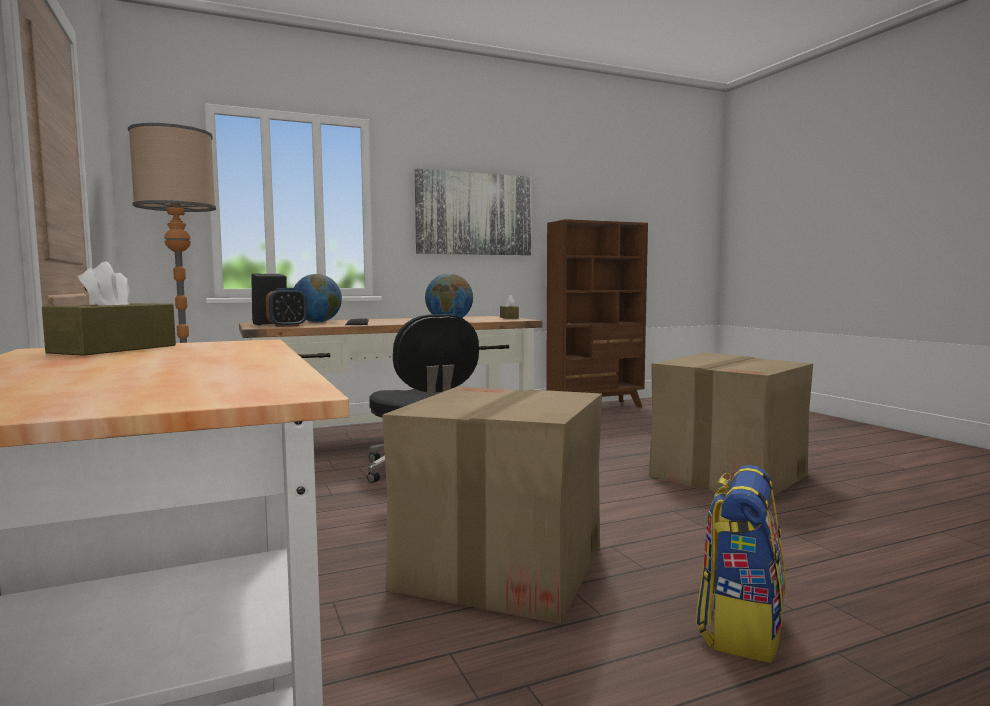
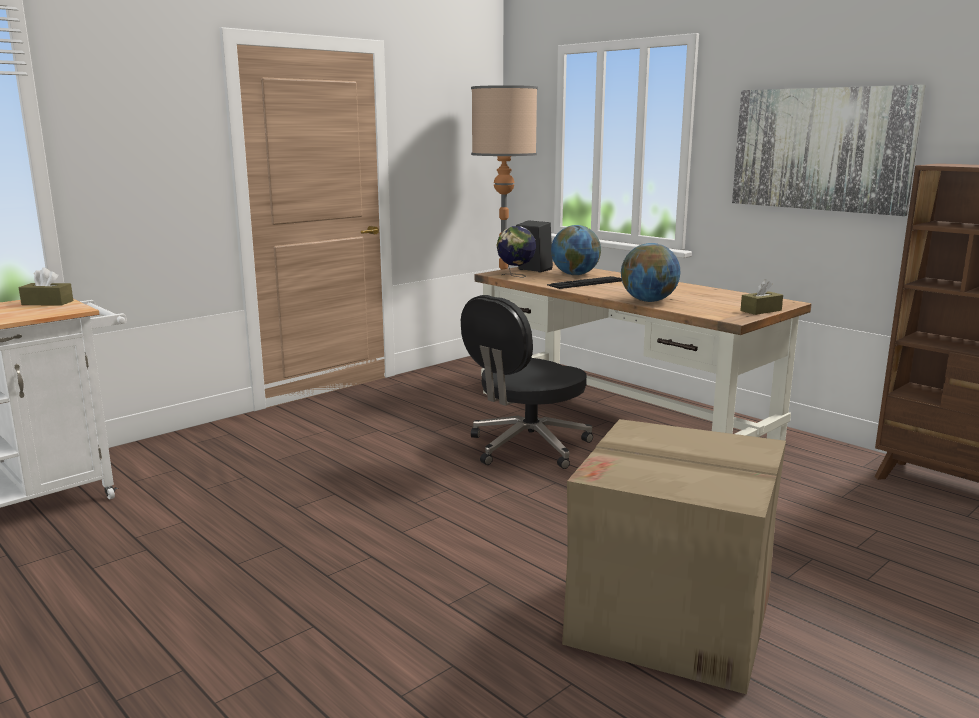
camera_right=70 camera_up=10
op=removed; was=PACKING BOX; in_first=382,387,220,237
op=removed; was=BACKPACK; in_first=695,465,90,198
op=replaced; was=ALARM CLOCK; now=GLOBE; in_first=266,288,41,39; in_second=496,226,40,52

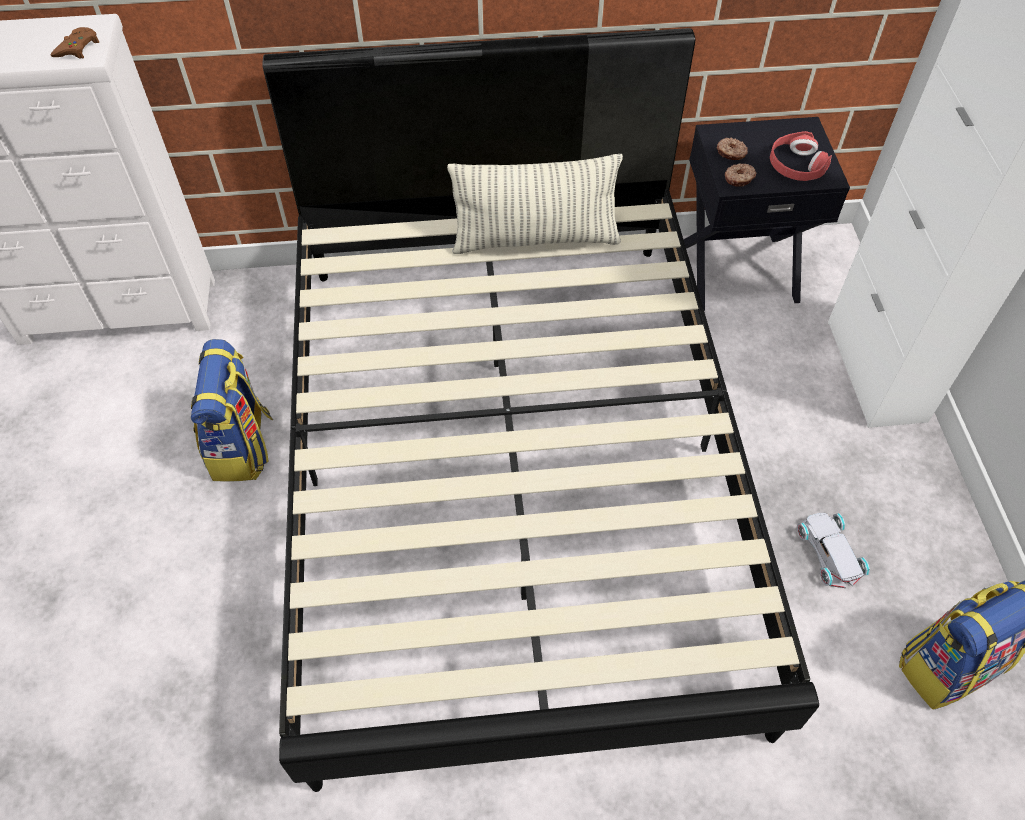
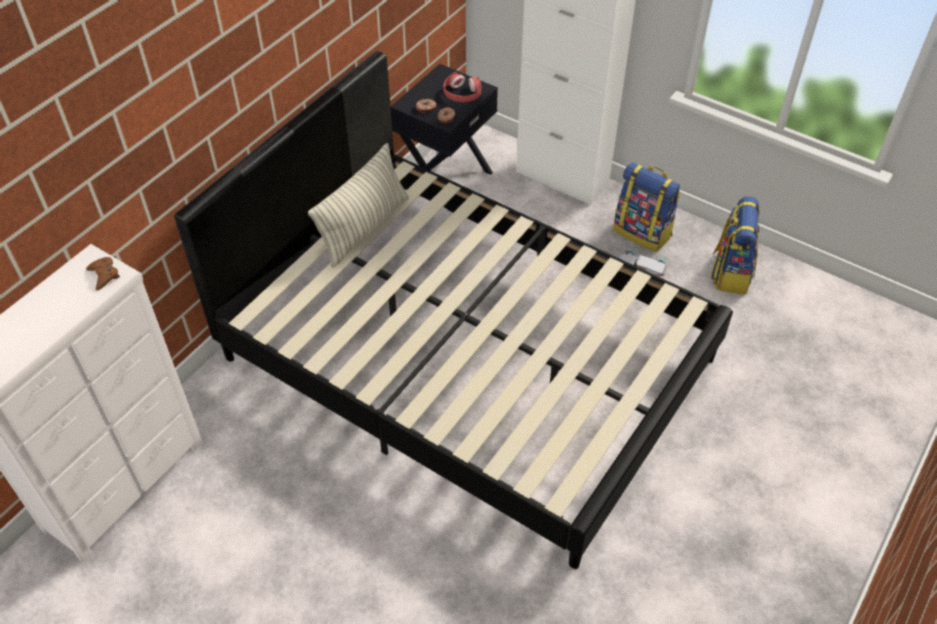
camera_right=-50 camera_up=-5
op=moved; was=BACKPACK; in_first=191,339,82,143; in_second=613,162,67,90

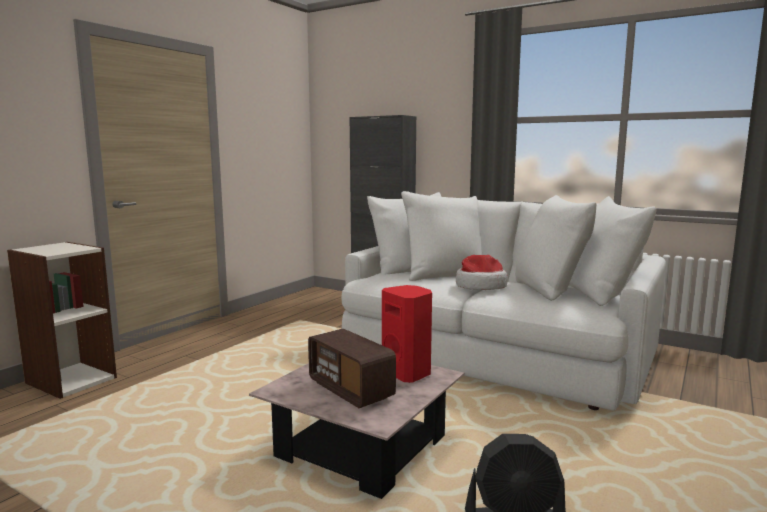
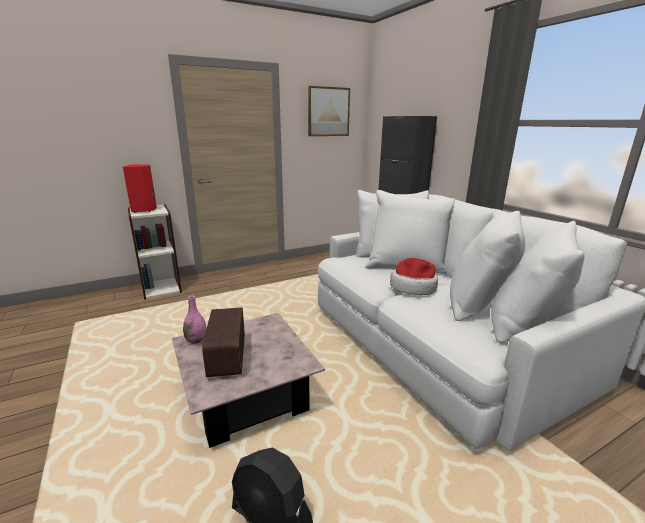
camera_right=30 camera_up=10
op=added; now=PINK DECORATIVE VASE; in_second=183,296,23,48
op=added; now=WALL ART; in_second=308,86,42,50
op=moved; was=REDDISH AUDIO SPEAKER; in_first=382,285,50,98; in_second=123,164,34,49

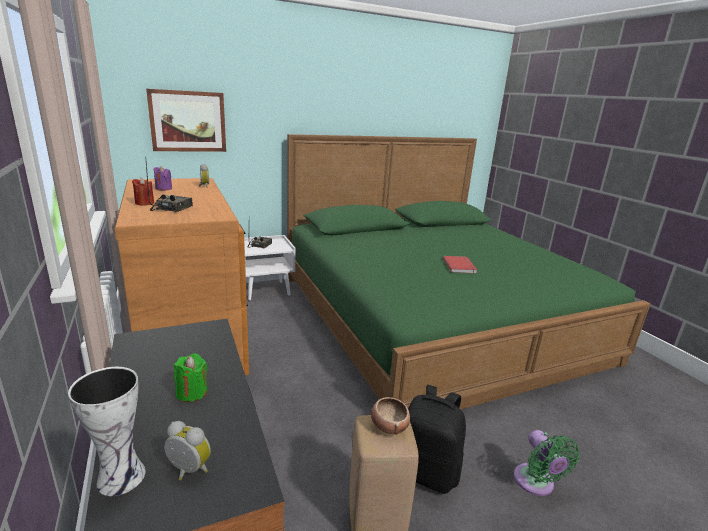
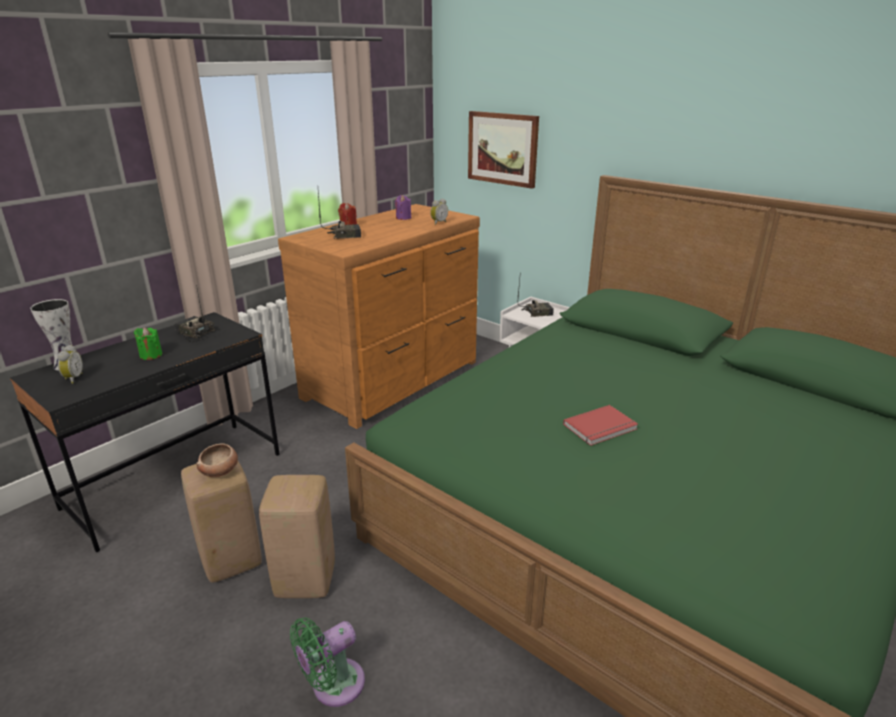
camera_right=65 camera_up=5
op=added; now=RADIO SET; in_second=175,285,40,57
op=replaced; was=BLACK BACKPACK; now=SAND-COLOURED STOOL; in_first=408,385,58,109; in_second=259,475,76,123

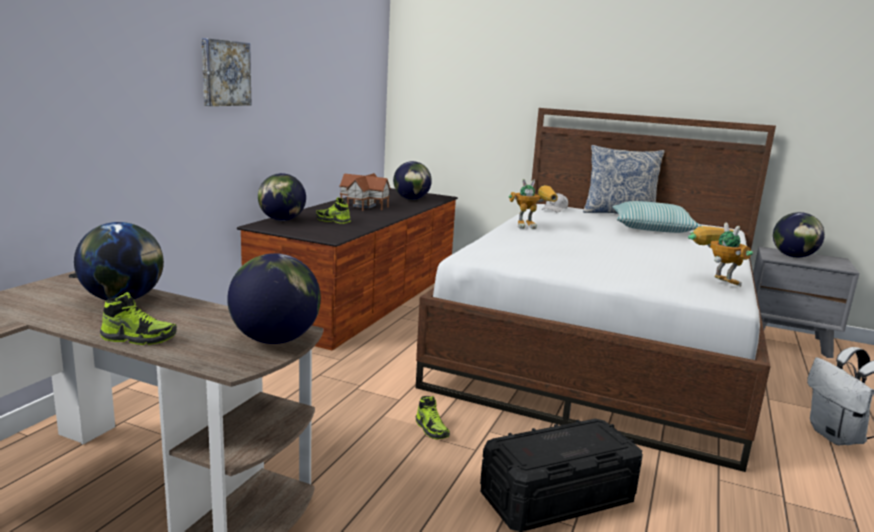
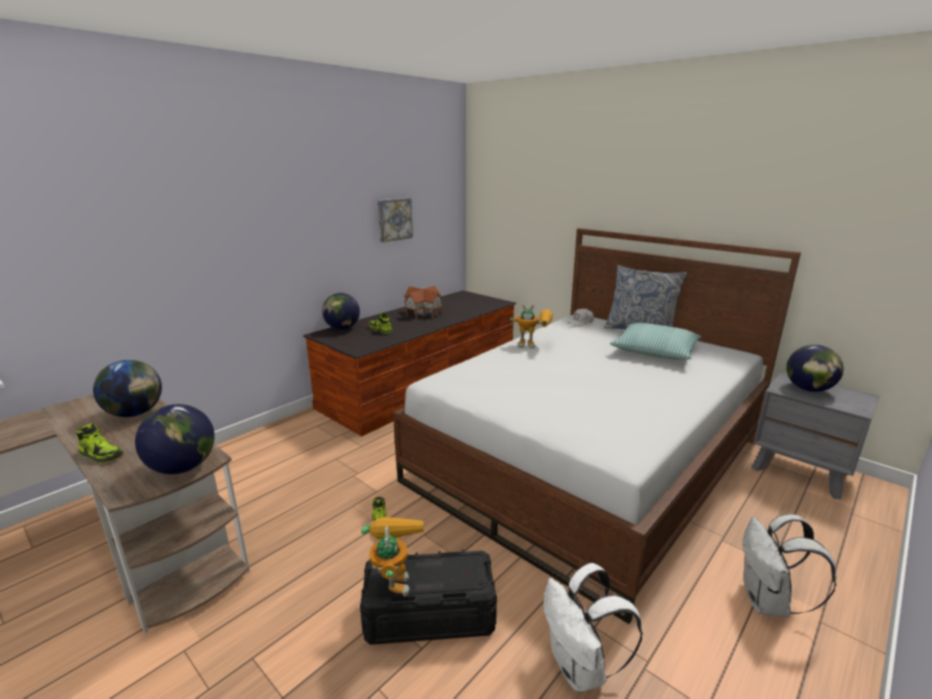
camera_right=20 camera_up=5
op=removed; was=GLOBE; in_first=393,161,39,39
op=added; now=WHITISH BACKPACK; in_second=543,563,100,129
op=moved; was=WALL ART; in_first=201,38,50,68; in_second=378,198,35,44
op=moved; was=MODEL ROBOT; in_first=688,223,65,64; in_second=361,517,63,79

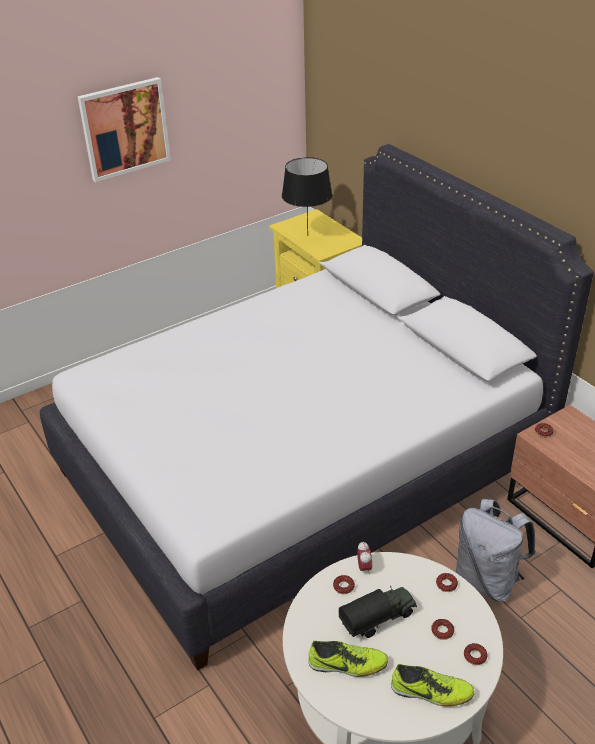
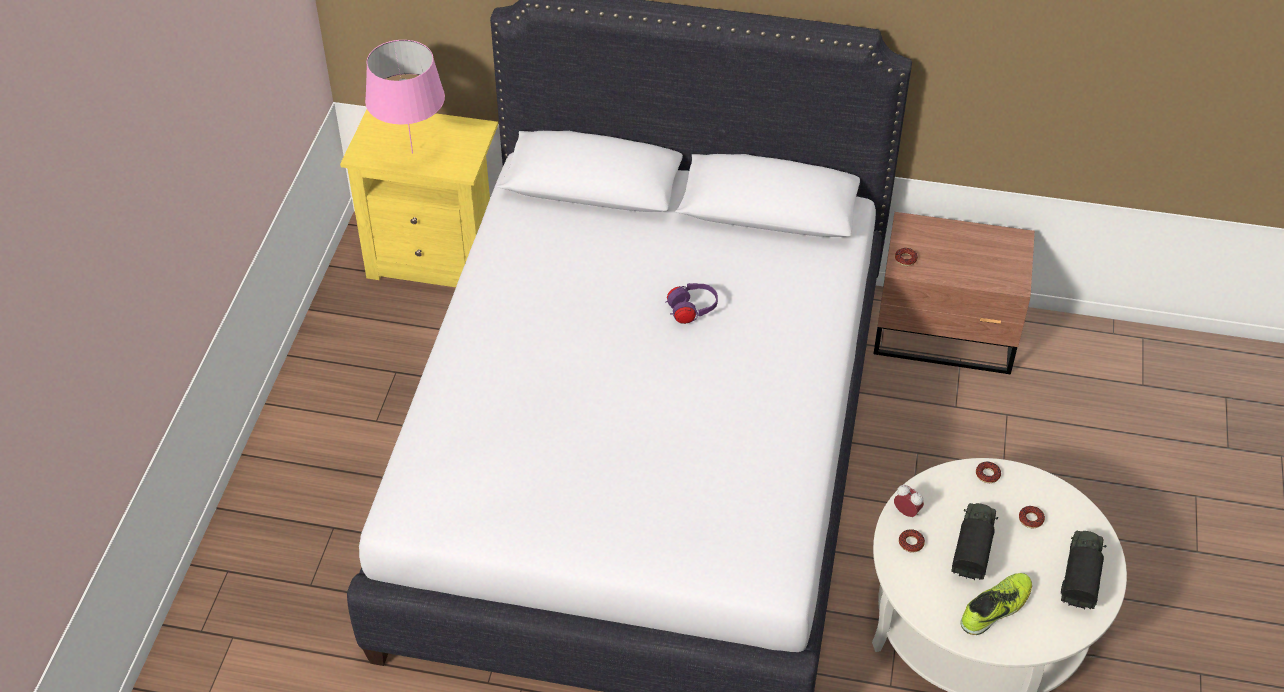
camera_right=-45 camera_up=10
op=removed; was=WALL ART; in_first=78,77,93,105
op=removed; was=GREYISH BACKPACK; in_first=456,499,79,103
op=removed; was=RING DOUGHNUT; in_first=464,643,23,22
op=added; now=PURPLISH PAIR OF HEADPHONES; in_second=665,283,53,41
op=replaced; was=LOW SHOE; now=TOY TRUCK; in_first=391,664,83,43; in_second=1061,531,46,79
op=recoloured; was=BLACK TABLE LAMP; now=PINK TABLE LAMP; in_first=282,157,50,78; in_second=365,40,80,114

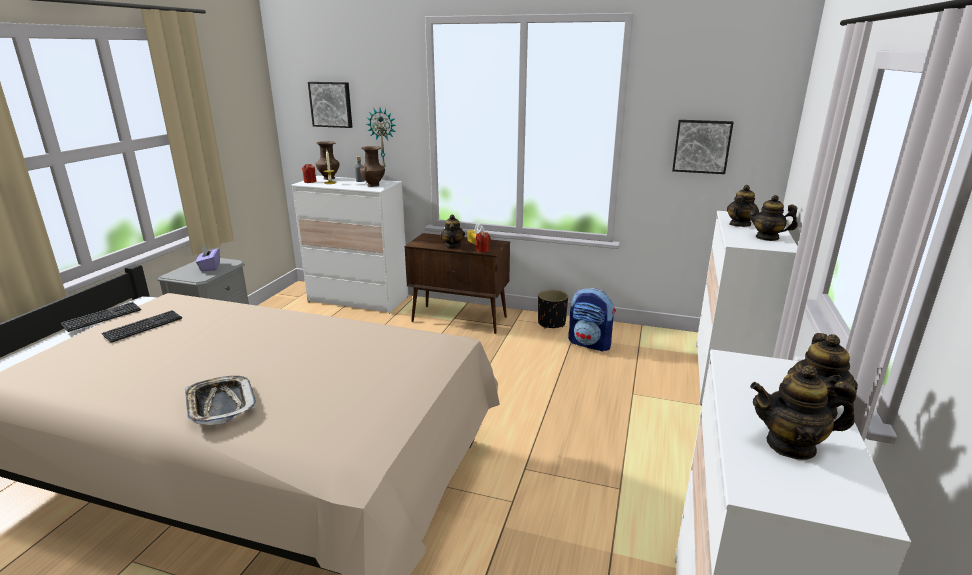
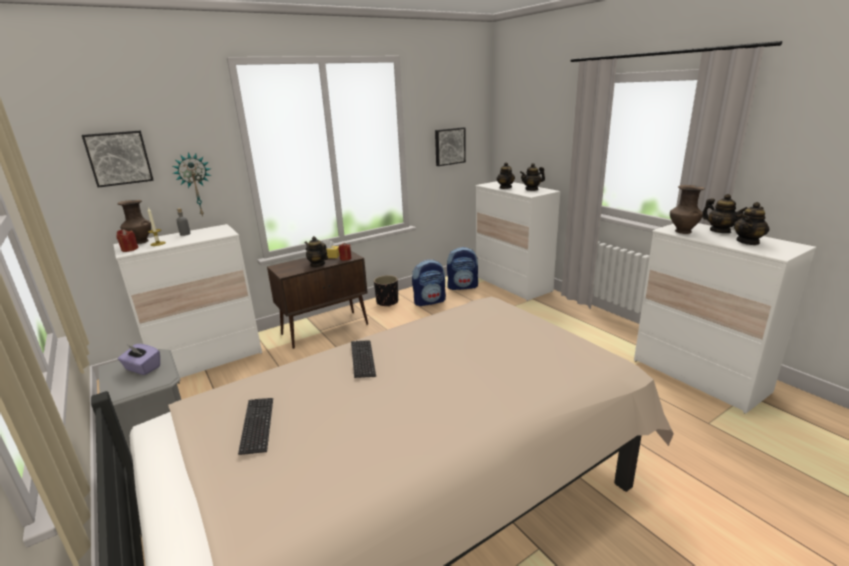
camera_right=-50 camera_up=0
op=removed; was=CARRYING TRAY; in_first=185,376,71,49
op=added; now=BACKPACK; in_second=447,247,31,43
op=moved; was=KEYBOARD; in_first=61,302,80,30; in_second=351,340,25,38
op=moved; was=BROWN DECORATIVE VASE; in_first=360,146,25,41; in_second=670,185,35,49

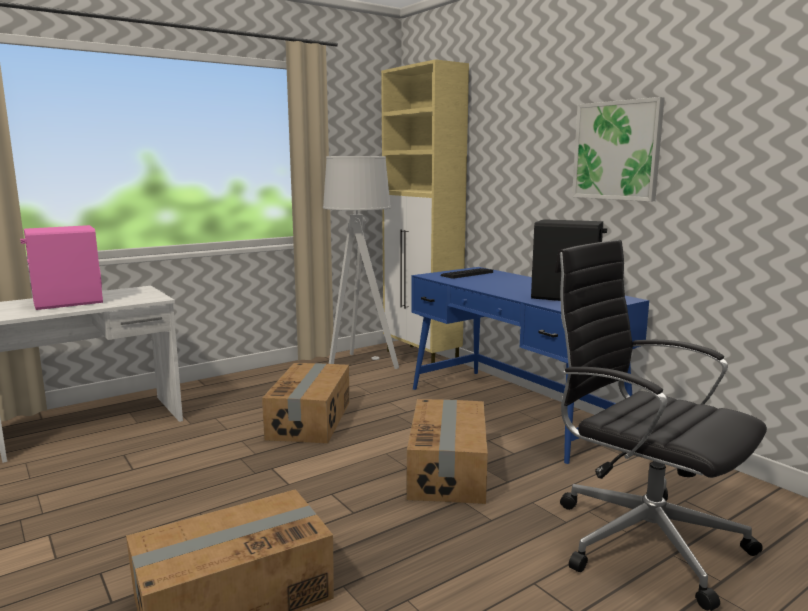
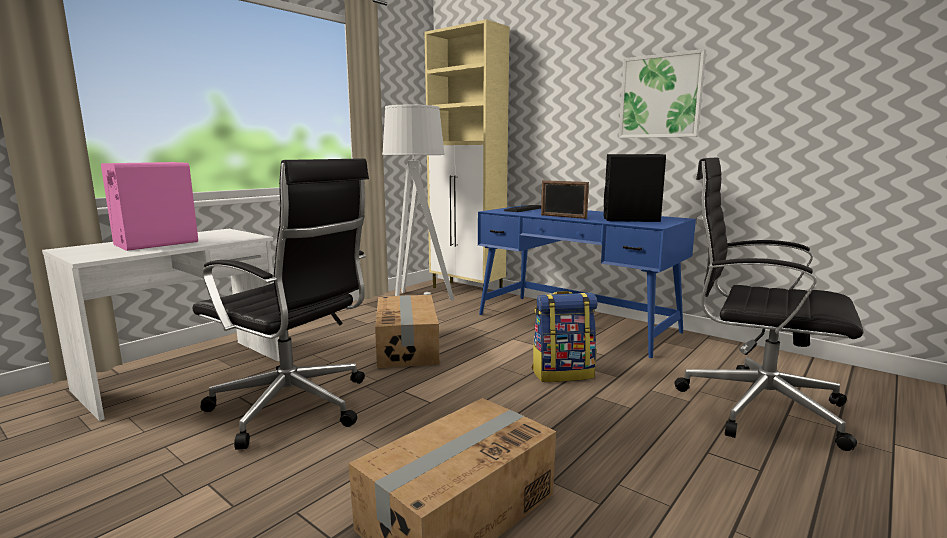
camera_right=-15 camera_up=0
op=added; now=BLACK COMPUTER CHAIR; in_second=193,158,176,292
op=added; now=PHOTO FRAME; in_second=541,180,48,39
op=replaced; was=PACKING BOX; now=BACKPACK; in_first=407,399,81,105; in_second=532,291,66,91

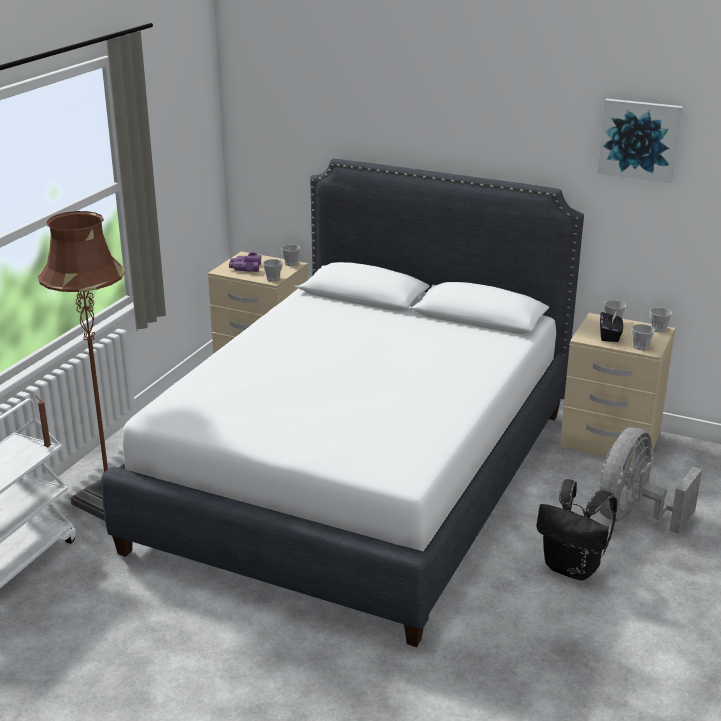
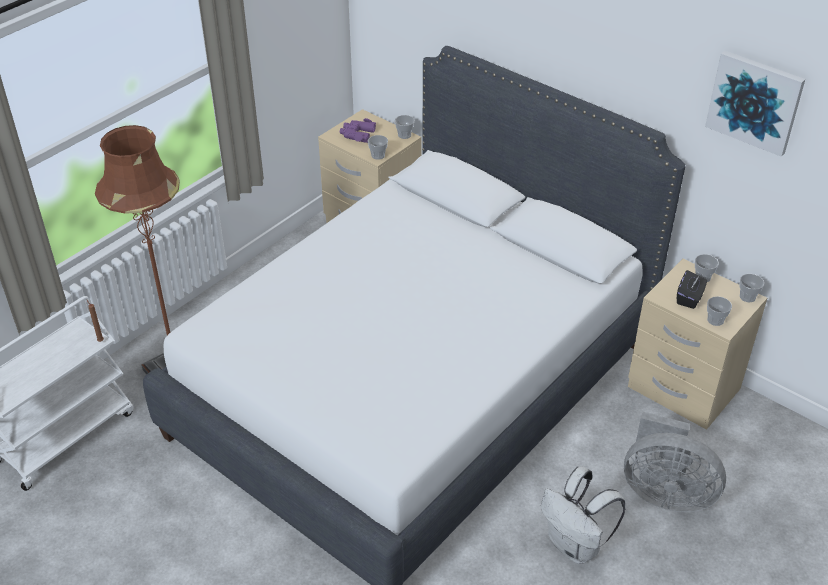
camera_right=15 camera_up=15
op=recoloured; was=BLACK BACKPACK; now=WHITISH BACKPACK; in_first=536,479,82,101; in_second=541,466,85,98
op=turned; was=GREYISH ELECTRIC FAN; in_first=599,427,103,107; in_second=624,412,102,100; clockwise=-120

